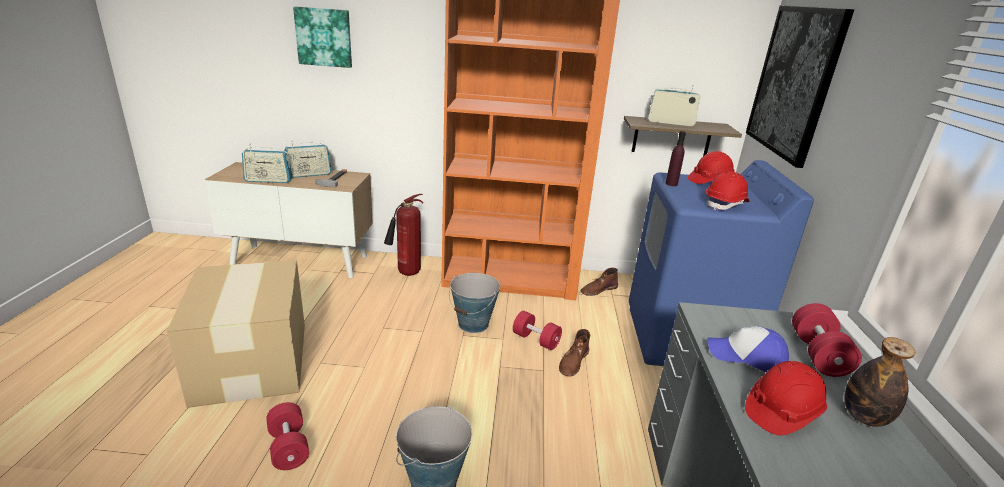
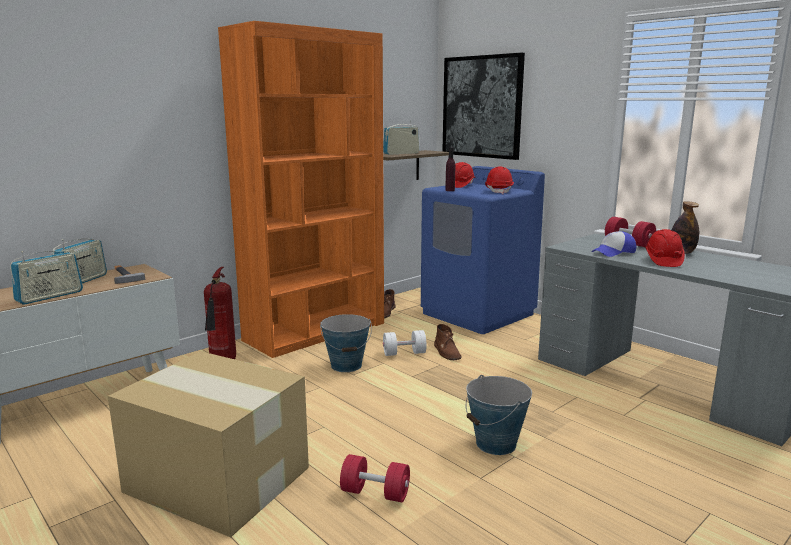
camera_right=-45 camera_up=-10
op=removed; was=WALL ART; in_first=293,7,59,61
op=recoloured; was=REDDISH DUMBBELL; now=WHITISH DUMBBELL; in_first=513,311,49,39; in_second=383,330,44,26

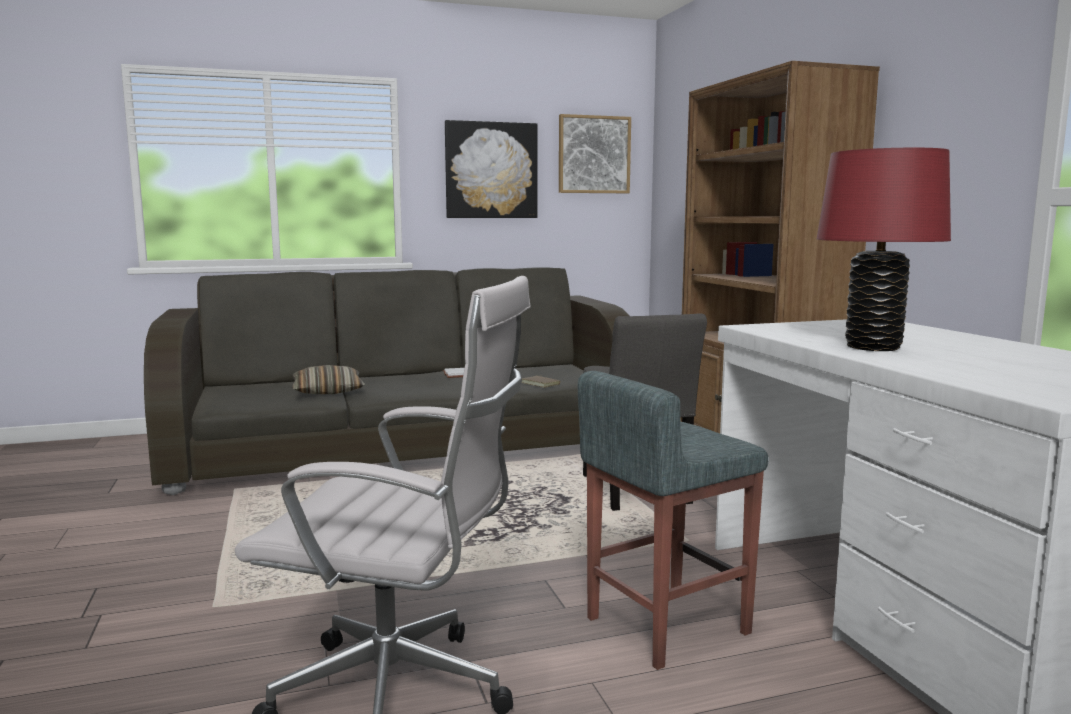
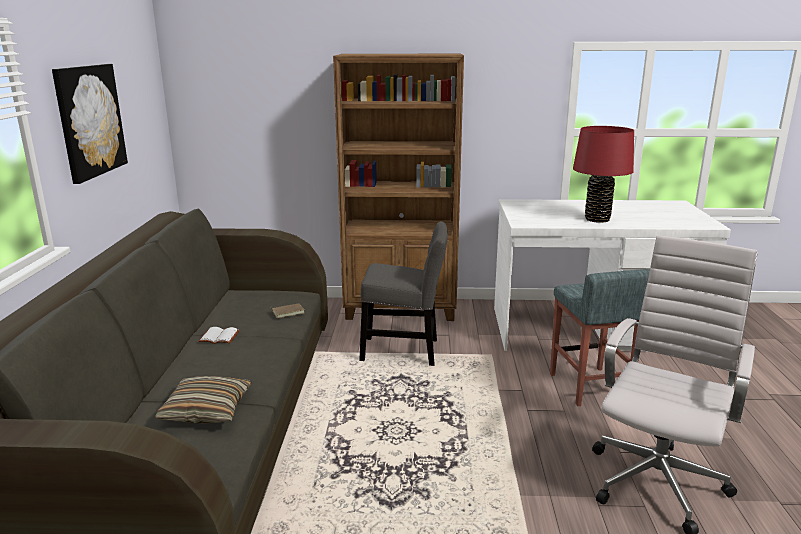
camera_right=-70 camera_up=10
op=removed; was=WALL ART; in_first=559,114,72,79

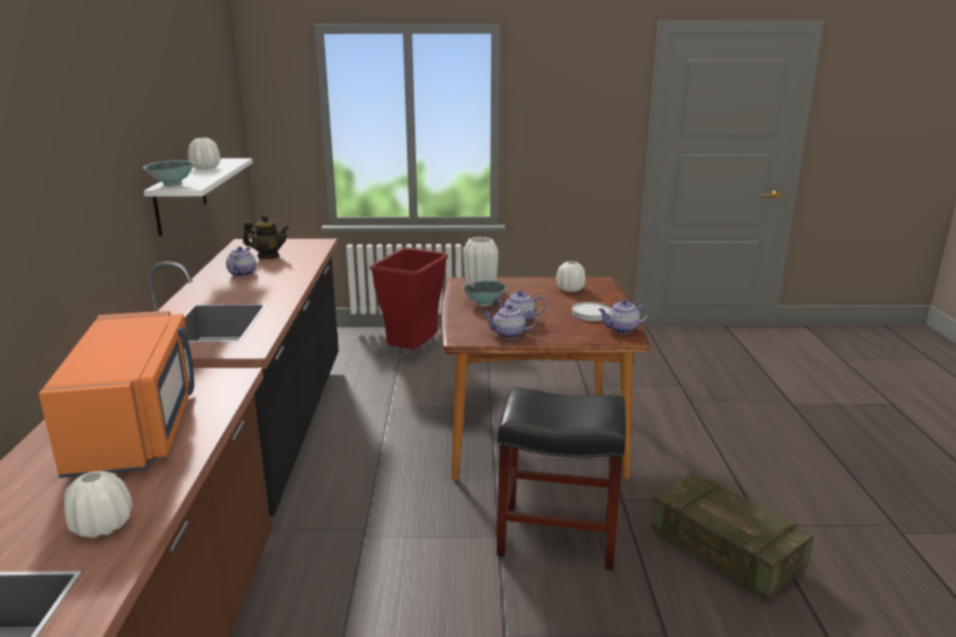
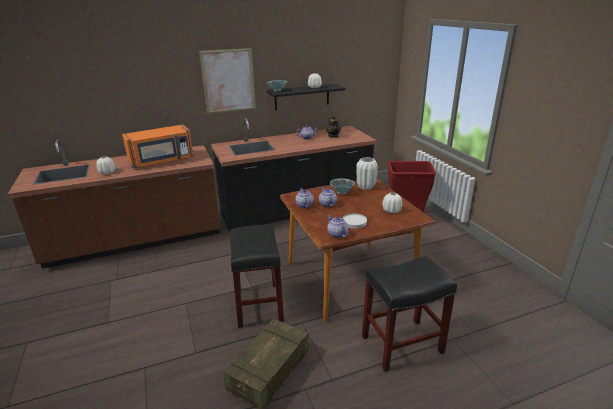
camera_right=70 camera_up=5
op=added; now=WALL ART; in_second=199,48,57,66
op=added; now=BLACK STOOL; in_second=362,256,95,116
op=recoloured; was=WHITISH WALL SHELF; now=BLACK WALL SHELF; in_first=144,158,109,78; in_second=267,84,78,27

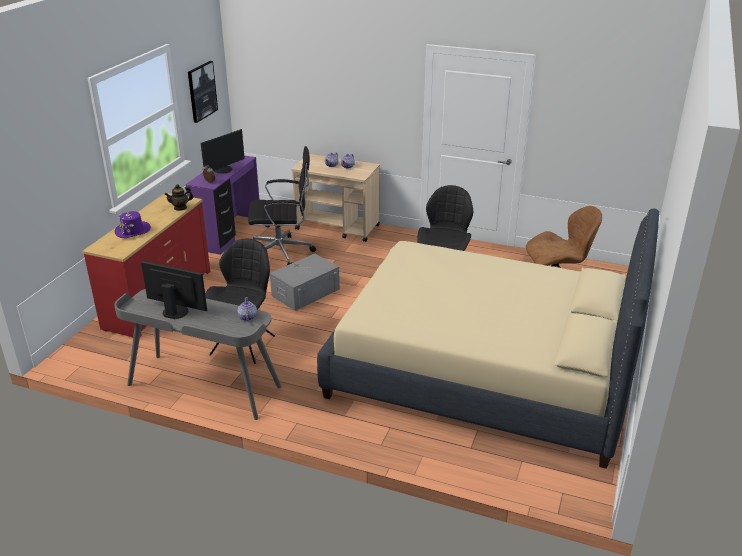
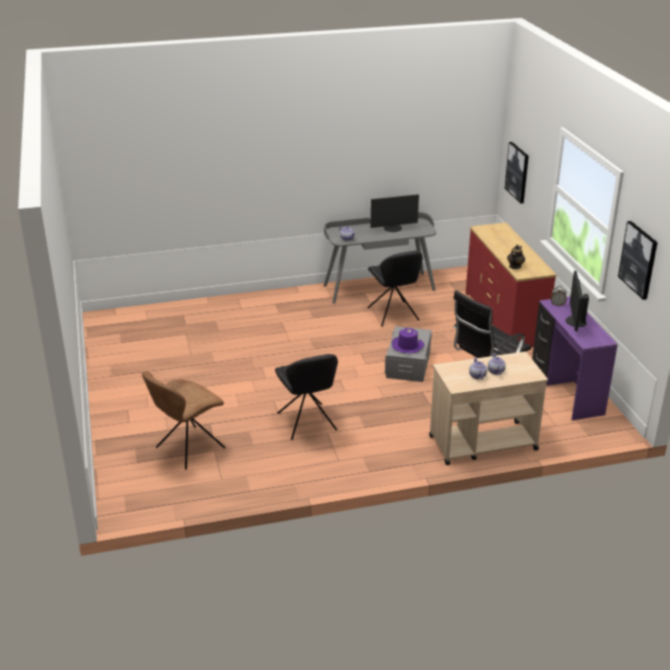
camera_right=145 camera_up=0
op=removed; was=SAND-COLOURED SLEEPING BED; in_first=317,209,342,260
op=added; now=WALL ART; in_second=505,142,24,62
op=moved; was=PURPLISH CLOTHING HAT; in_first=115,211,36,27; in_second=392,327,32,26

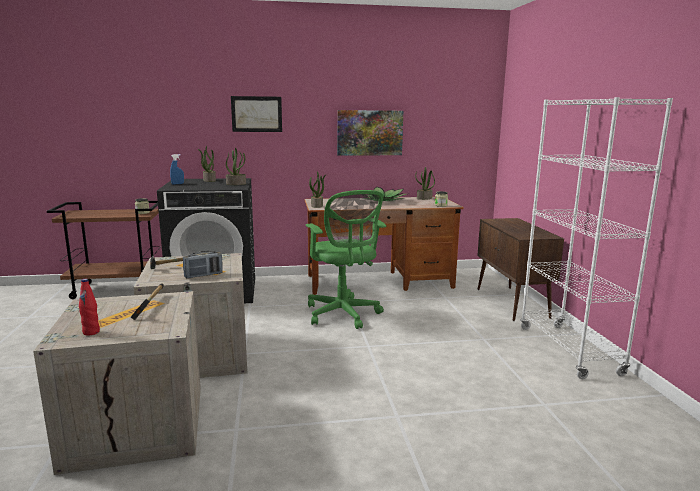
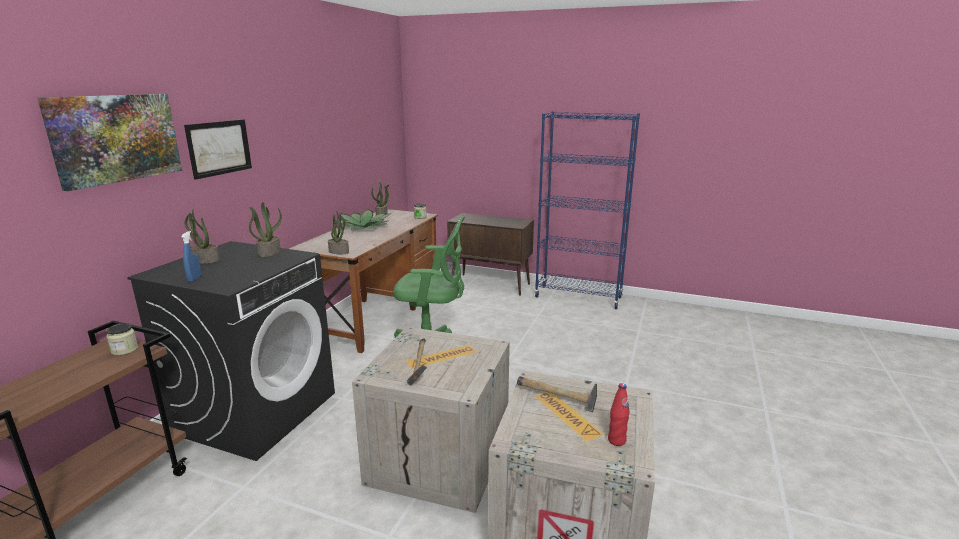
camera_right=-60 camera_up=5
op=removed; was=RADIO SET; in_first=183,251,40,27
op=moved; was=WALL ART; in_first=337,110,66,46; in_second=37,94,145,97
op=recoloured; was=WHITISH SHELVING UNIT; now=BLUE-COLOURED SHELVING UNIT; in_first=520,97,153,282; in_second=534,111,106,198

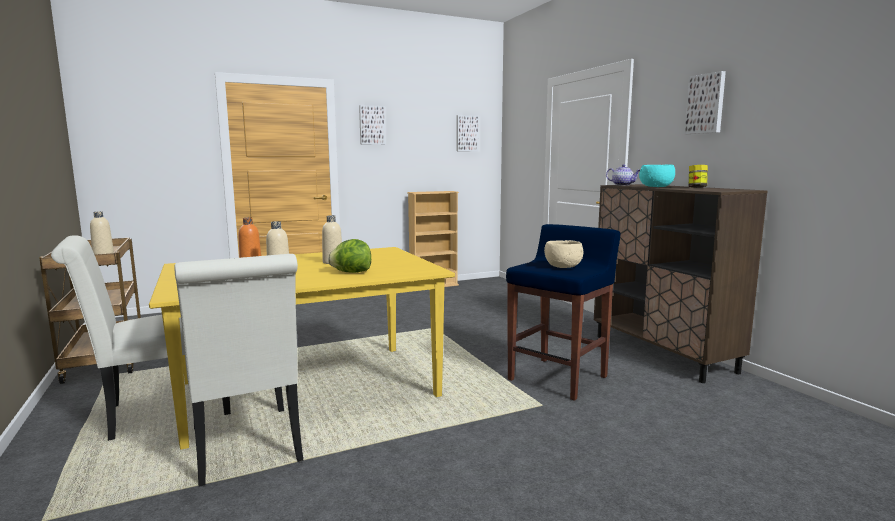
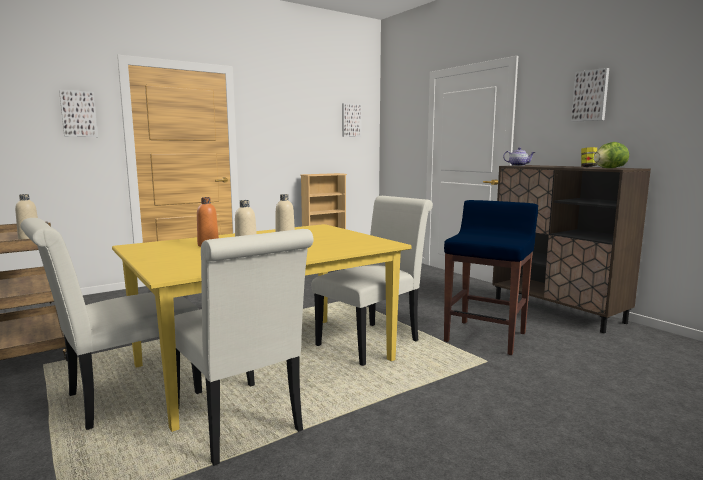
camera_right=-10 camera_up=0
op=removed; was=SAND-COLOURED BOWL; in_first=544,240,39,28
op=removed; was=TURQUOISE BOWL; in_first=639,165,36,22
op=added; now=WHITISH PLAIN CHAIR; in_second=312,196,121,170
op=moved; was=HEAD OF LETTUCE; in_first=328,239,43,34; in_second=594,142,35,26
op=moved; was=WALL ART; in_first=359,105,27,40; in_second=59,90,39,47

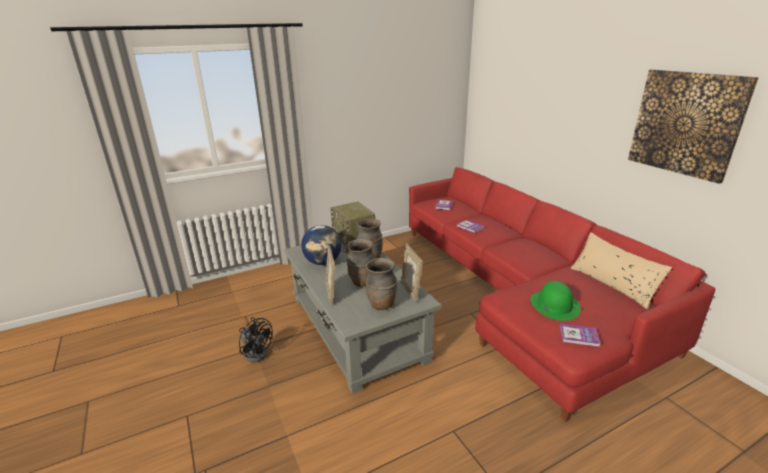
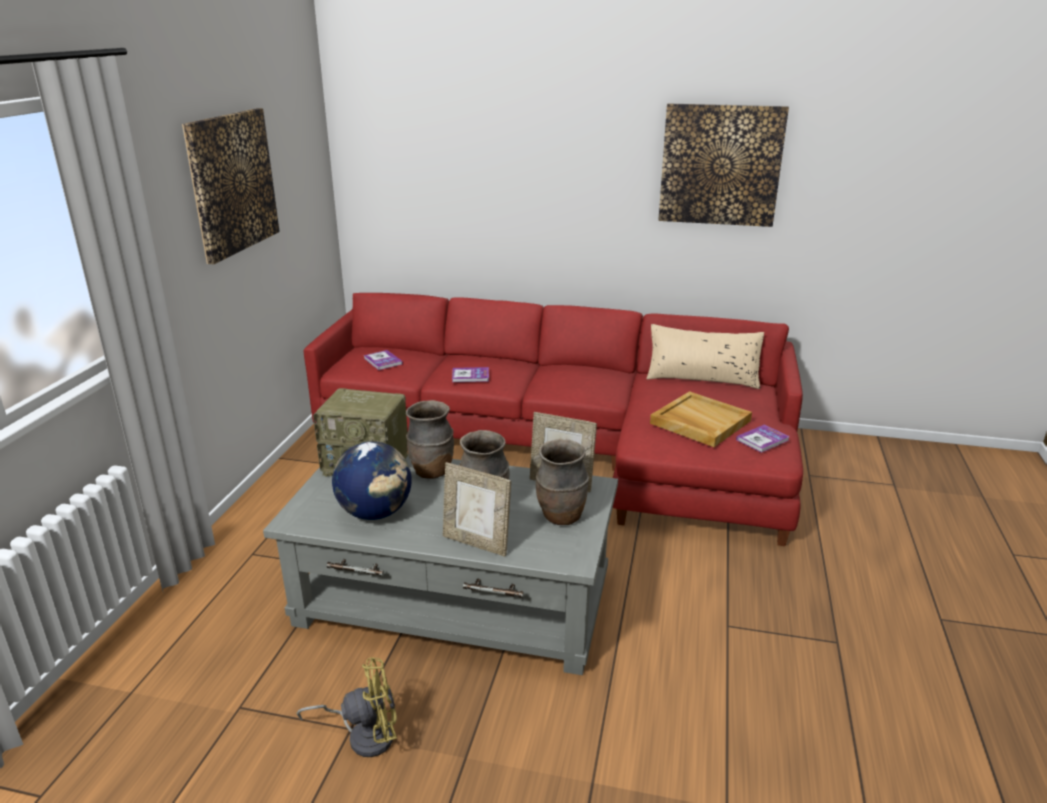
camera_right=-50 camera_up=0
op=added; now=WALL ART; in_second=182,108,98,156
op=replaced; was=GREEN-COLOURED CLOTHING HAT; now=SAND-COLOURED CARRYING TRAY; in_first=530,281,51,40; in_second=650,391,102,56
op=recoloured; was=BLACK ELECTRIC FAN; now=YELLOW ELECTRIC FAN; in_first=239,317,34,46; in_second=297,657,100,100

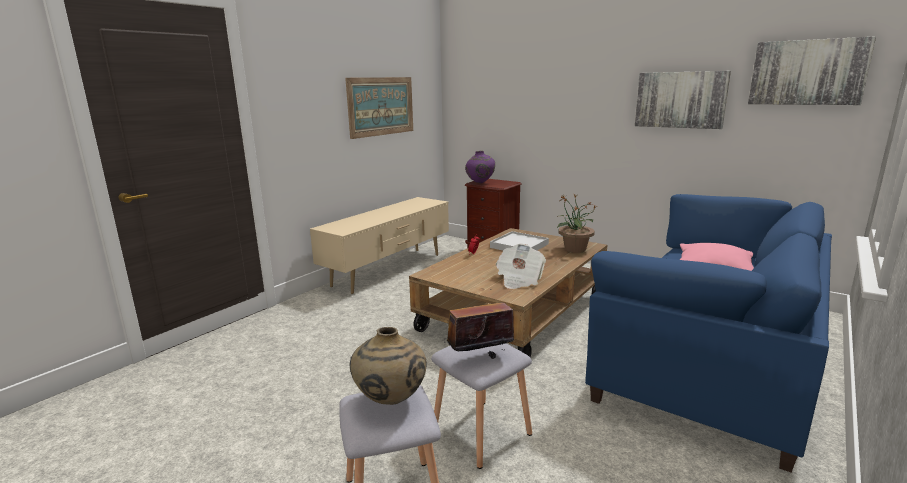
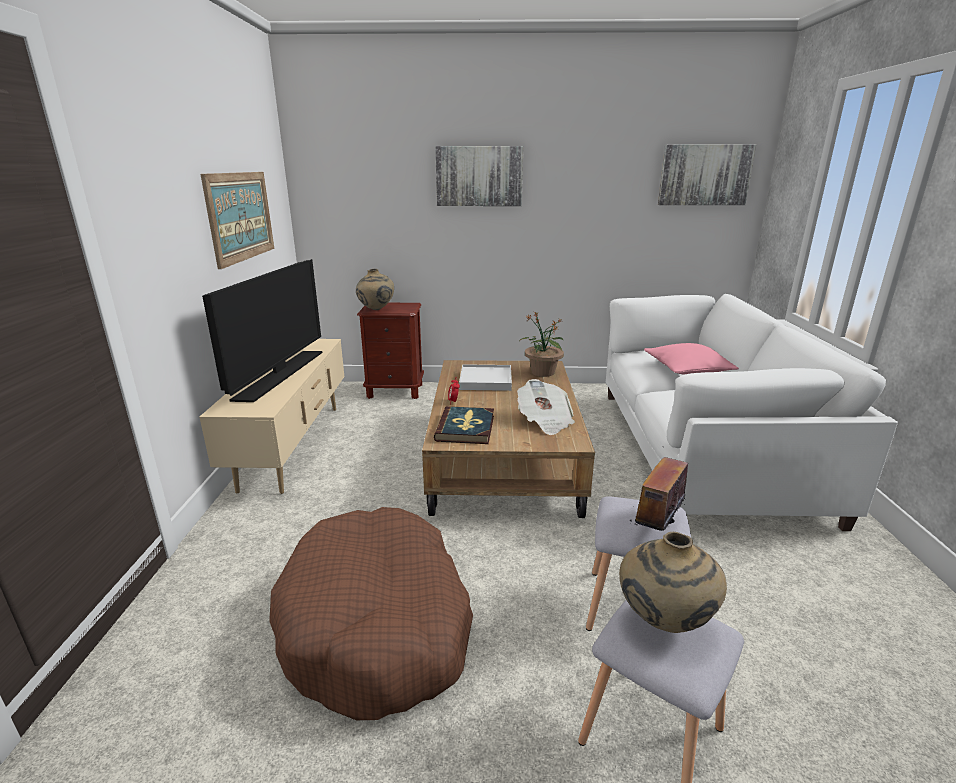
camera_right=-35 camera_up=5
op=added; now=TELEVISION; in_second=202,259,121,143
op=added; now=BROWN DOG BED; in_second=269,507,204,213
op=added; now=VOLUME; in_second=434,406,60,38
op=moved; was=WALL ART; in_first=635,71,96,58; in_second=435,146,88,60
op=recoloured; was=PURPLISH DECORATIVE VASE; now=SAND-COLOURED DECORATIVE VASE; in_first=465,151,30,32; in_second=356,269,38,41
op=recoloured; was=BLUE-COLOURED COUCH; now=WHITISH COUCH; in_first=585,194,247,278; in_second=606,294,292,237

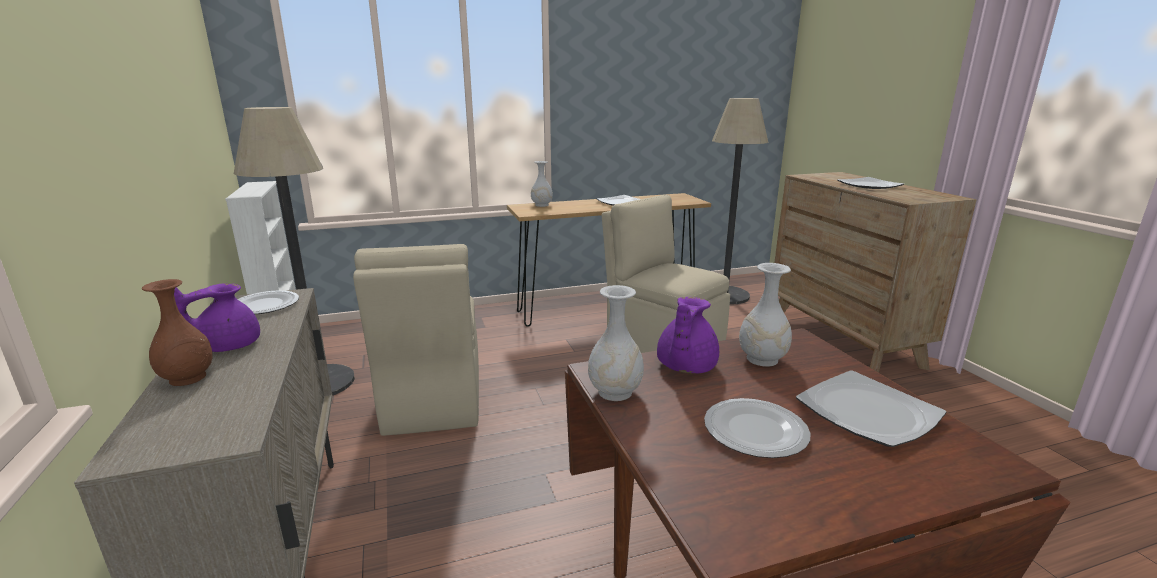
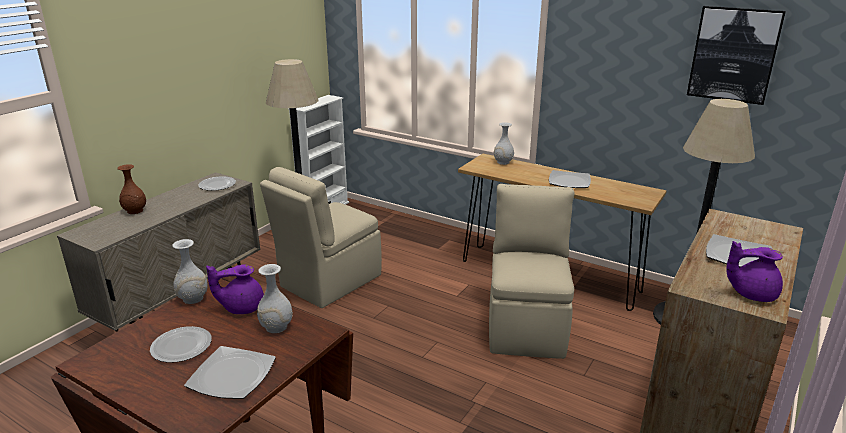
camera_right=50 camera_up=5
op=added; now=WALL ART; in_second=687,6,99,99
op=moved; was=PURPLISH POT FOR TEA; in_first=174,283,86,69; in_second=726,241,57,61

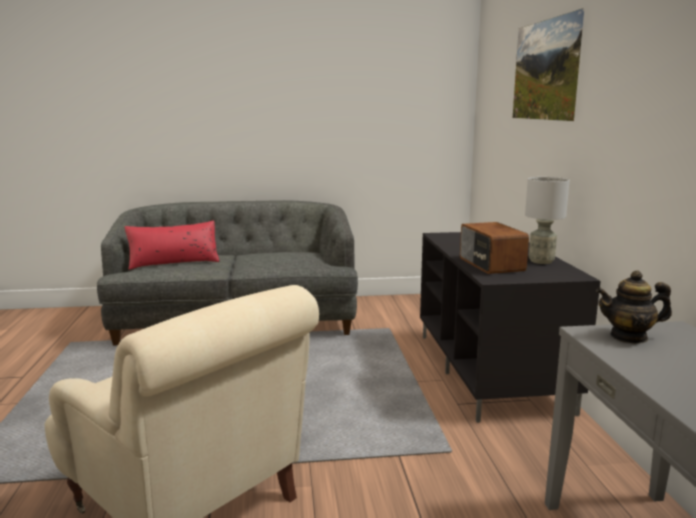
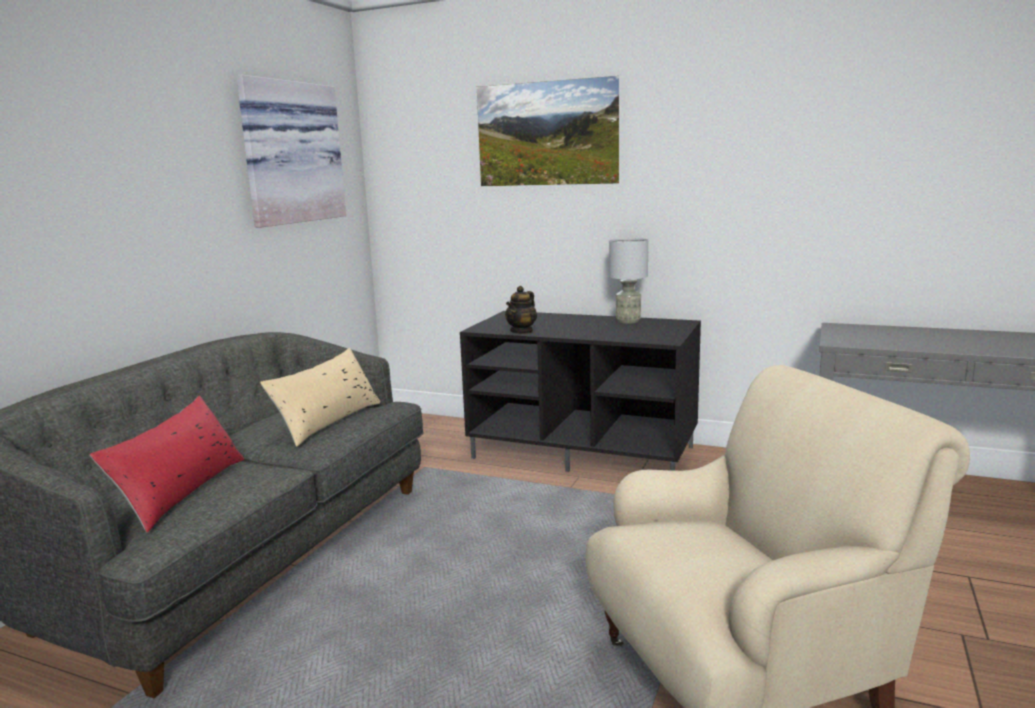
camera_right=-60 camera_up=0
op=removed; was=RADIO SET; in_first=460,222,69,52
op=added; now=WALL ART; in_second=236,75,110,153
op=added; now=SAND-COLOURED THROW PILLOW; in_second=260,348,121,99
op=moved; was=POT FOR TEA; in_first=596,270,76,74; in_second=505,286,32,48

